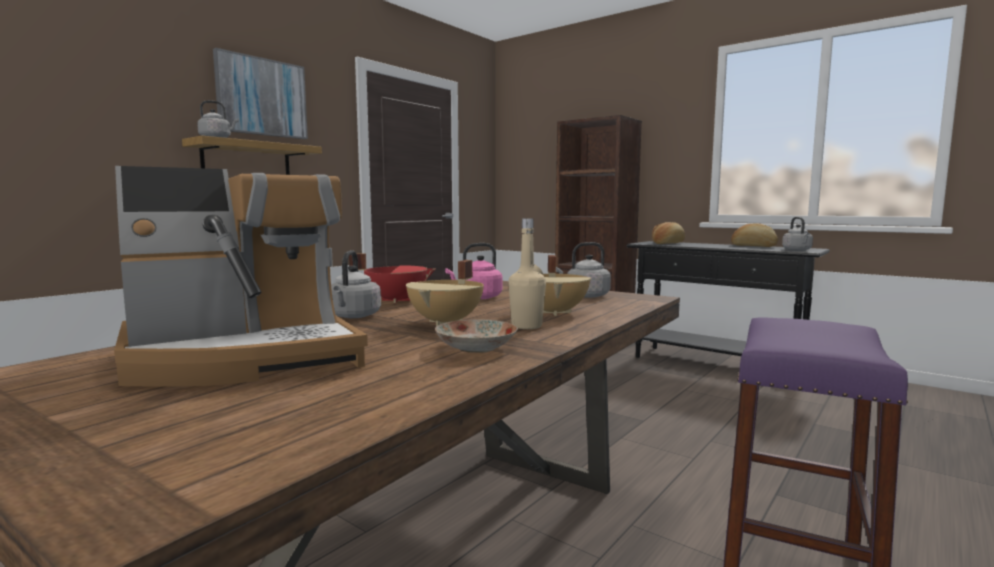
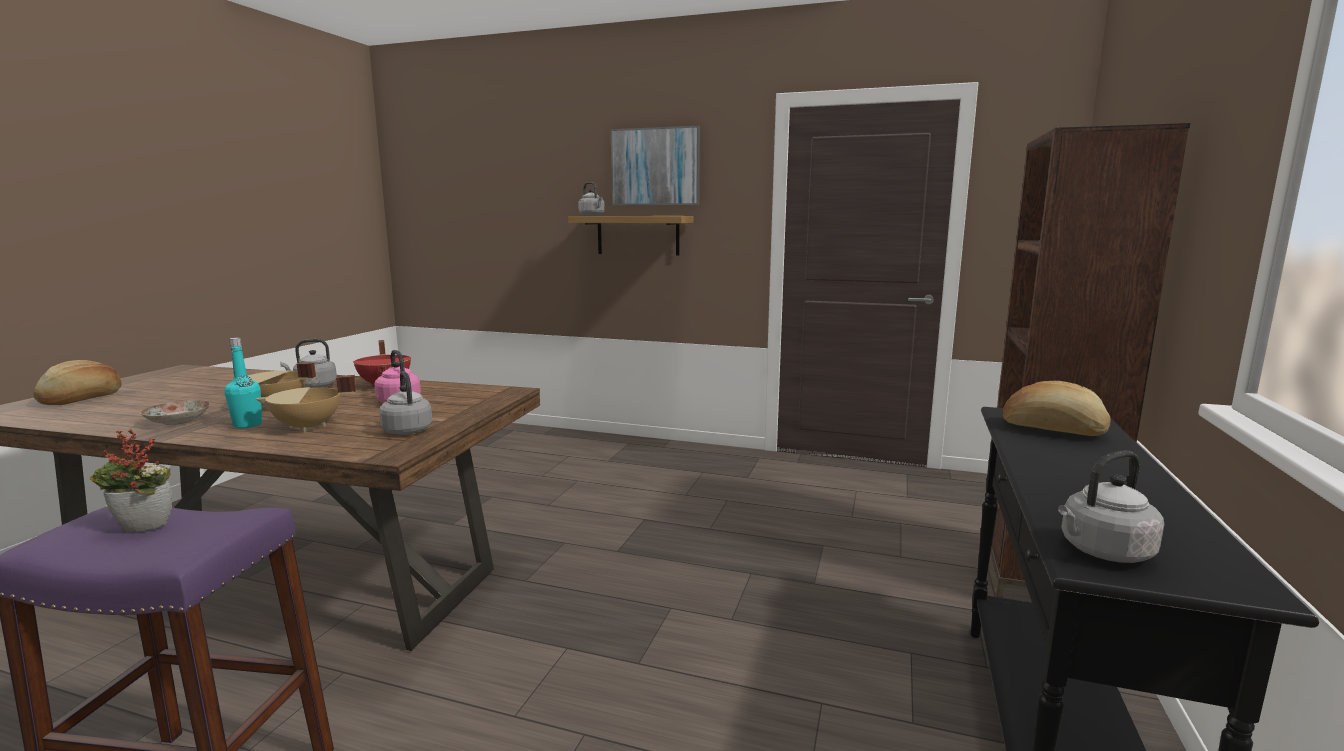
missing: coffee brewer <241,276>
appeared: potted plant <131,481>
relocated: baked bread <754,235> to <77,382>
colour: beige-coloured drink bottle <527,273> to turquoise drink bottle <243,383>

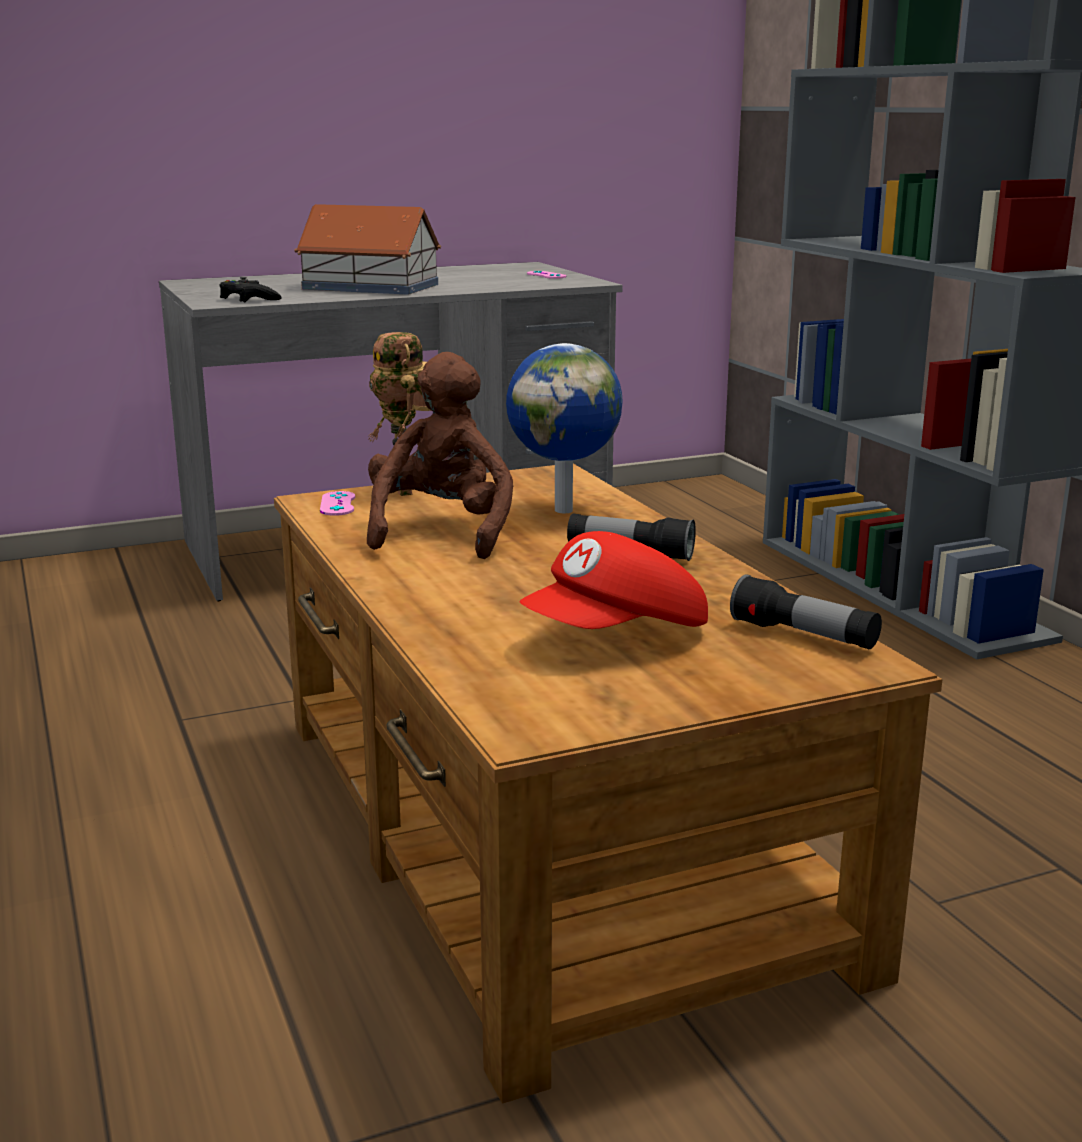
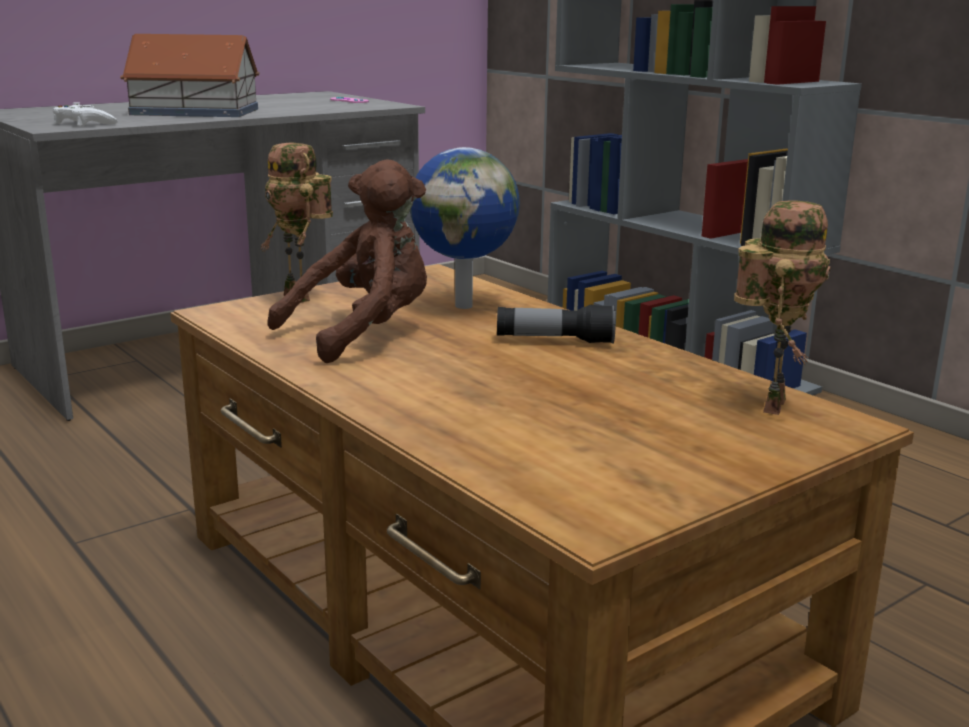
missing: pink joypad <337,503>; red baseball cap <614,580>
exchanged: hand torch <806,611> to model robot <782,308>
colour: black joypad <250,289> to white joypad <85,114>
spun: brown plush toy <440,455> = <347,261> 60 degrees clockwise

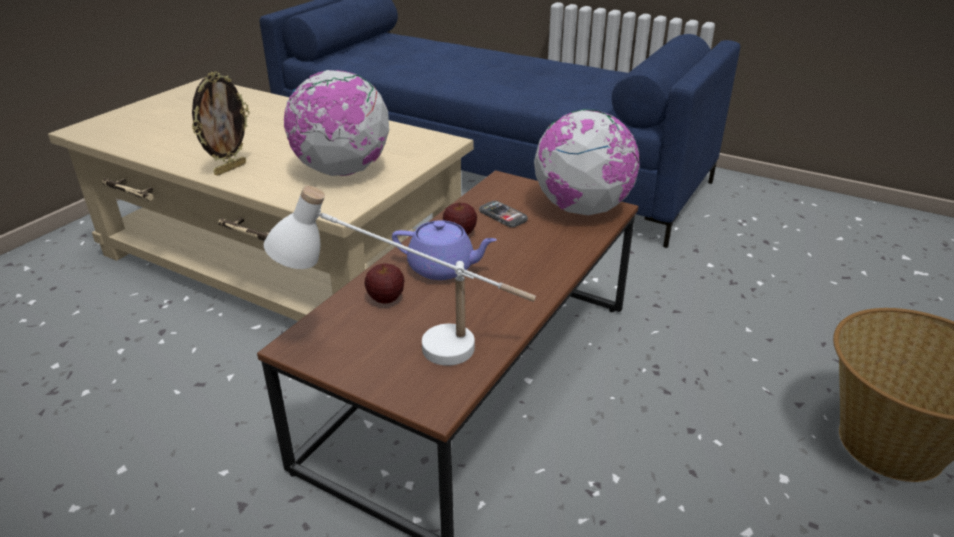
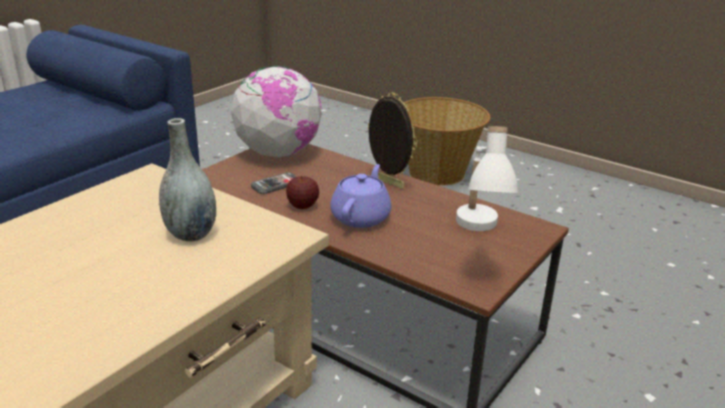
missing: apple fruit <385,284>
relocated: photo frame <221,123> to <393,140>
exchanged: desk globe <336,123> to gray decorative vase <187,180>

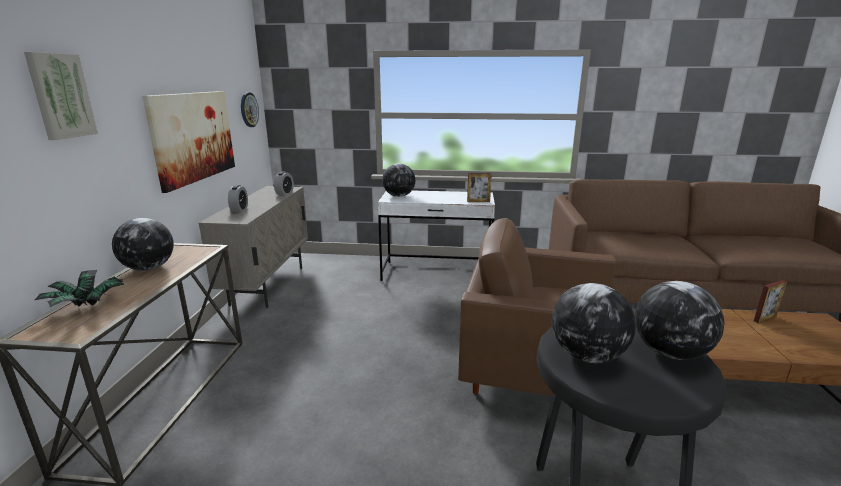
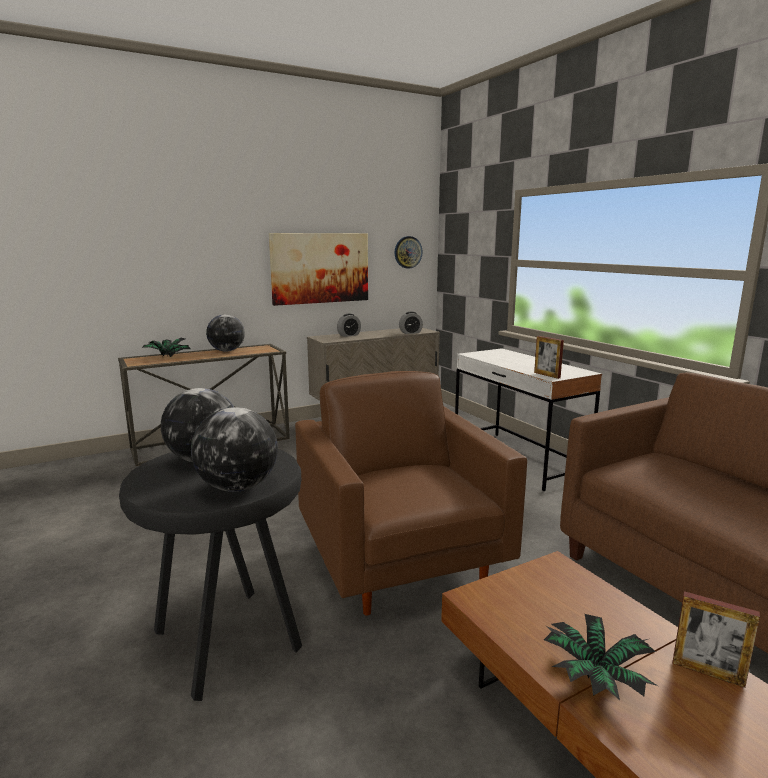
missing: wall art <61,96>; desk globe <398,180>
appeared: potted plant <601,657>

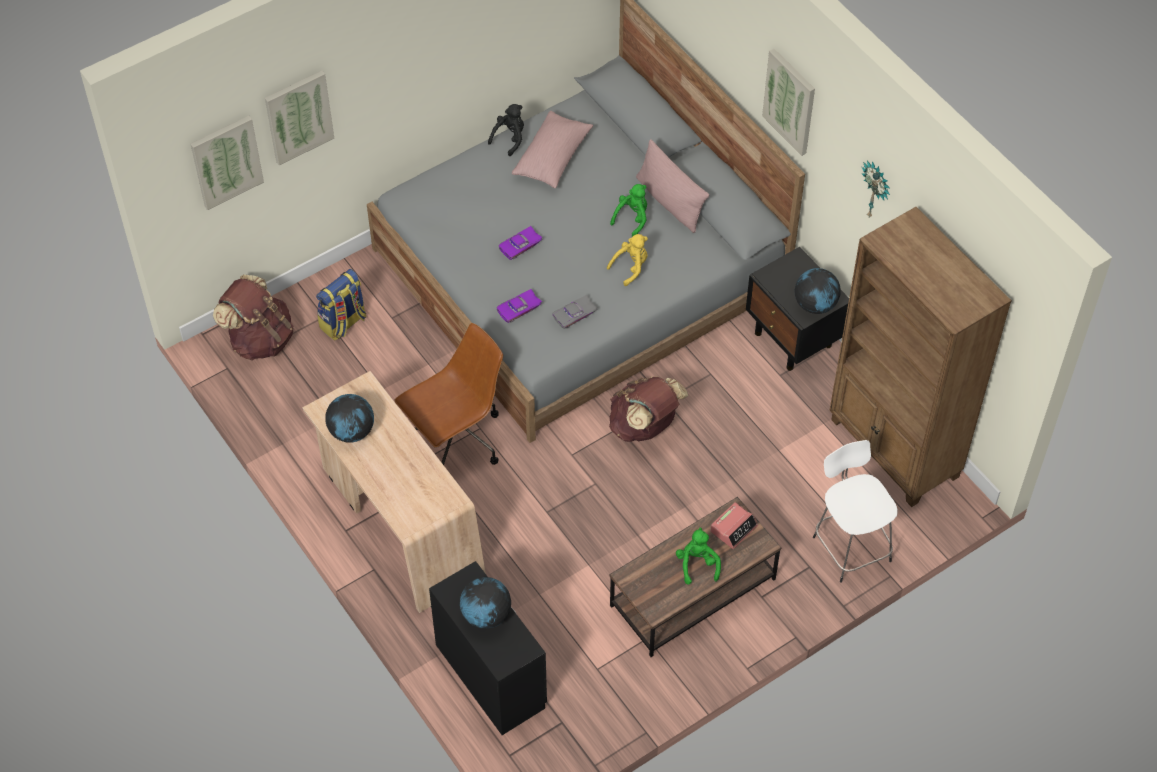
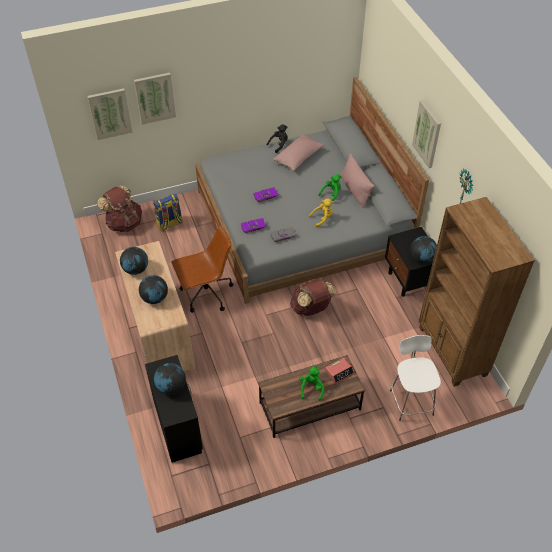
appeared: desk globe <153,289>

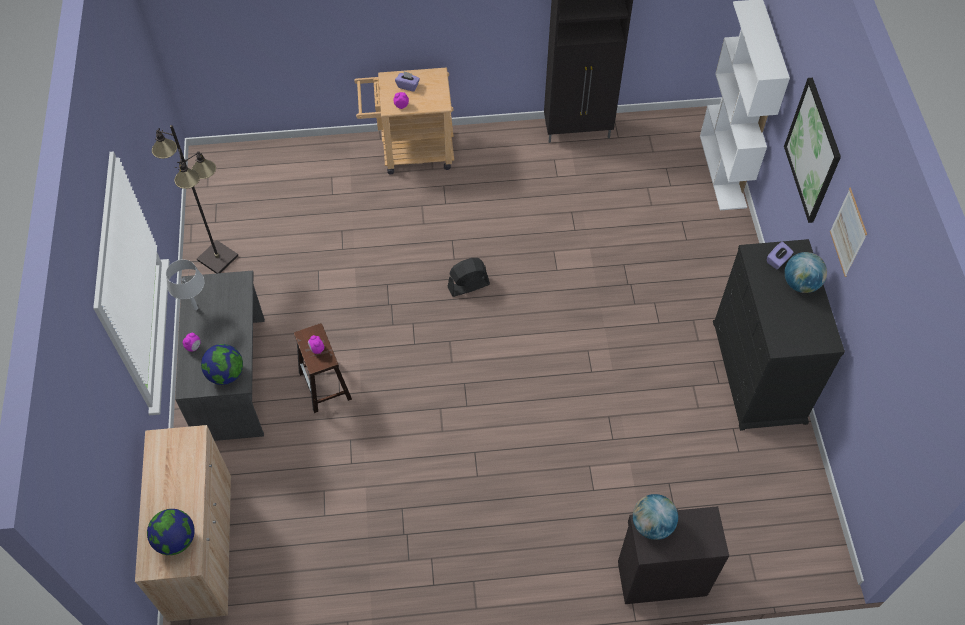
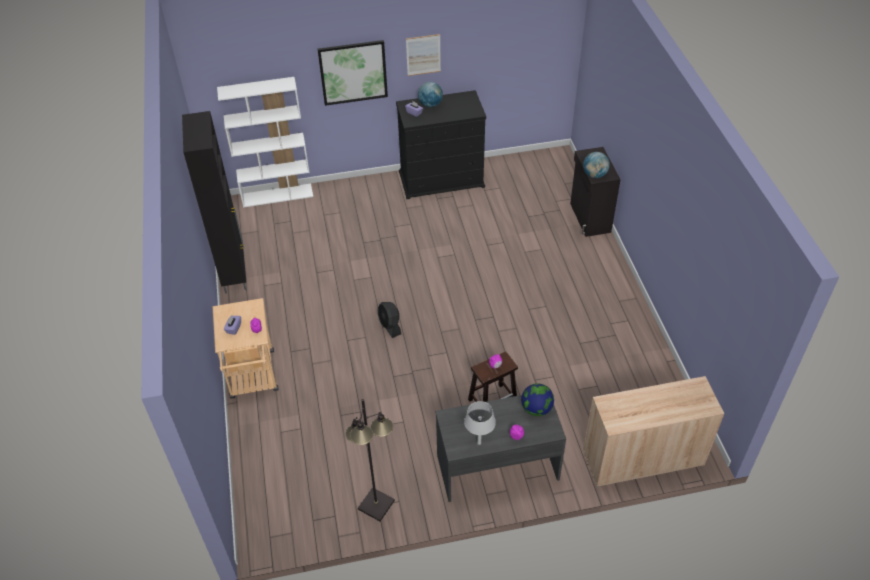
missing: desk globe <171,532>

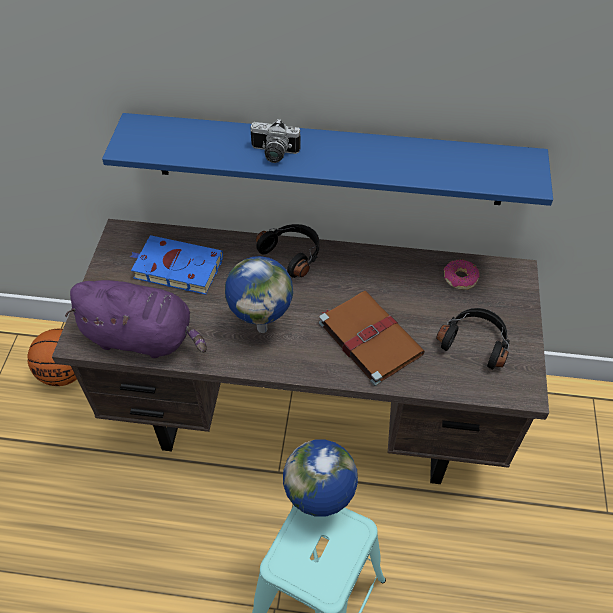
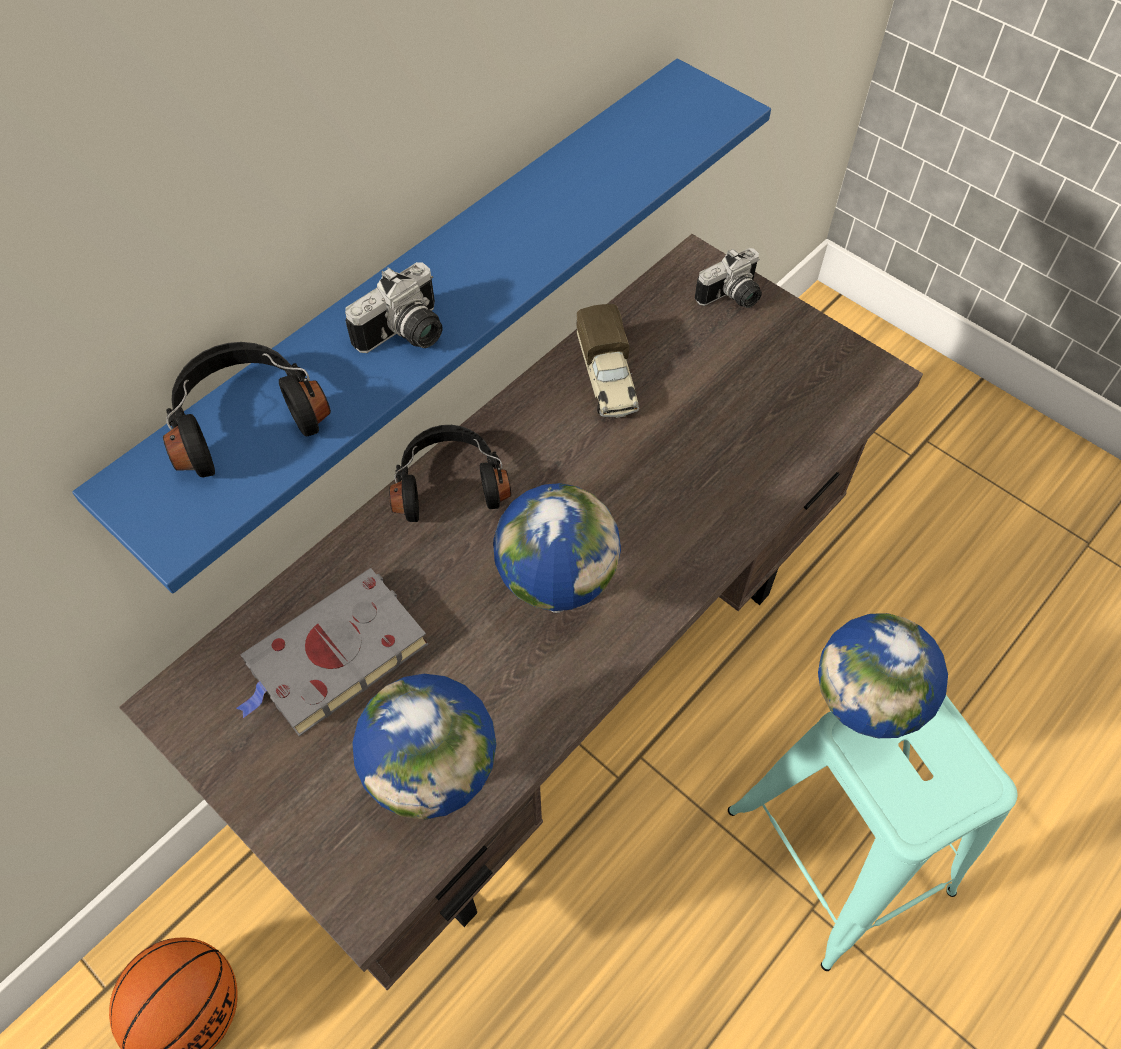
missing: brown volume <372,338>; doughnut <461,274>
appeared: toy truck <608,361>; photo camera <728,278>
relocated: black headset <473,338> to <247,409>
exchanged: purple plush toy <136,319> to desk globe <424,747>
colour: blue volume <176,265> to gray volume <332,652>

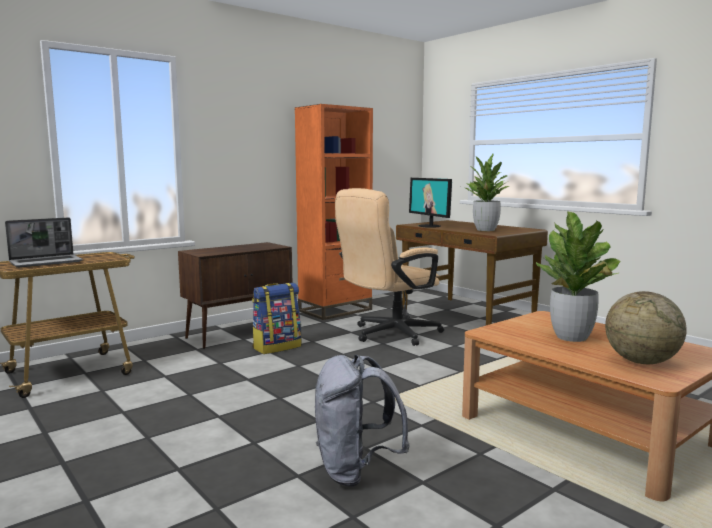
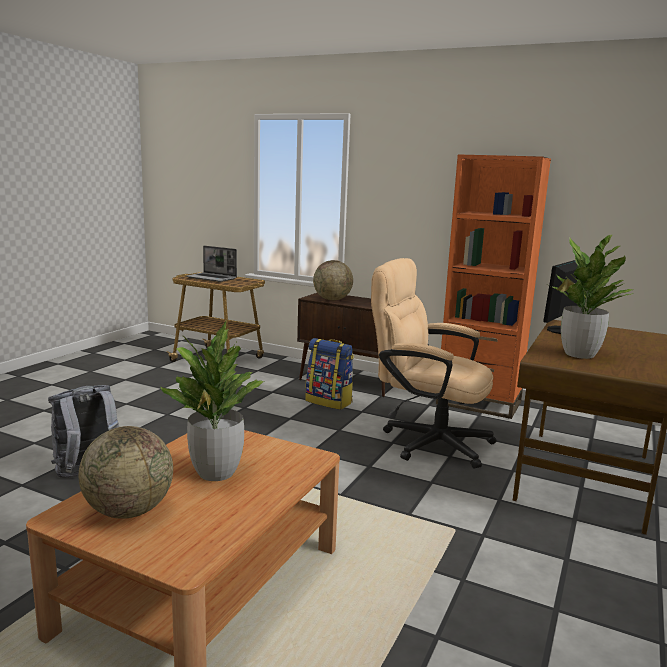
appeared: desk globe <333,280>

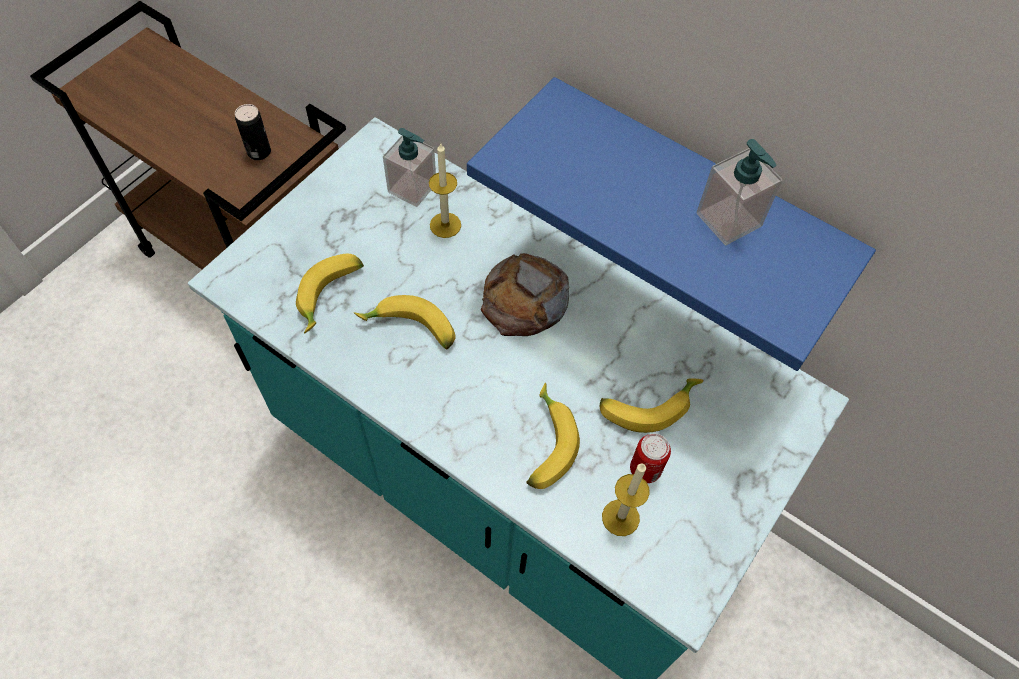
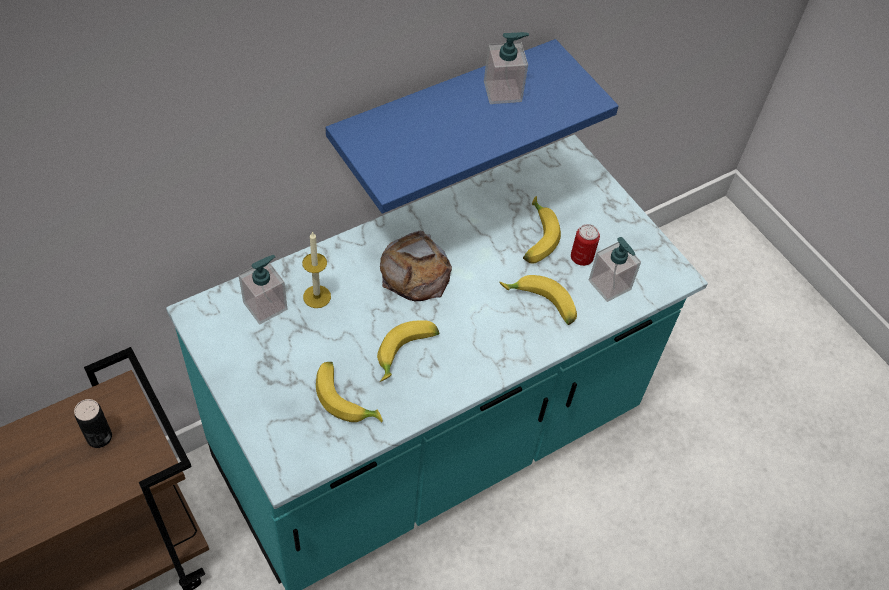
exchanged: wax candle <626,499> to soap bottle <615,269>

